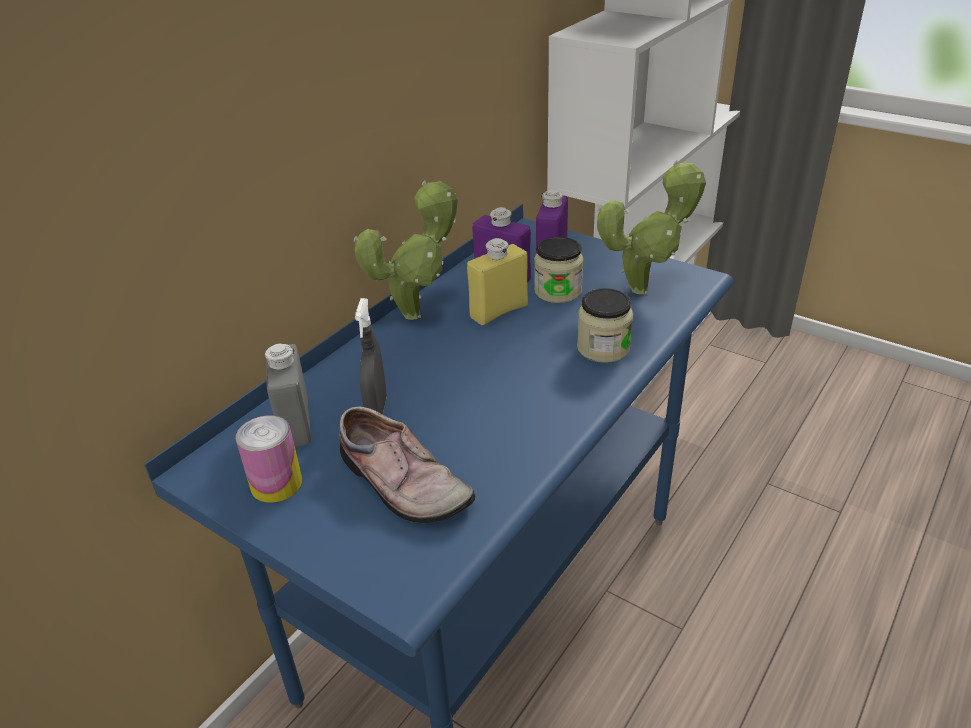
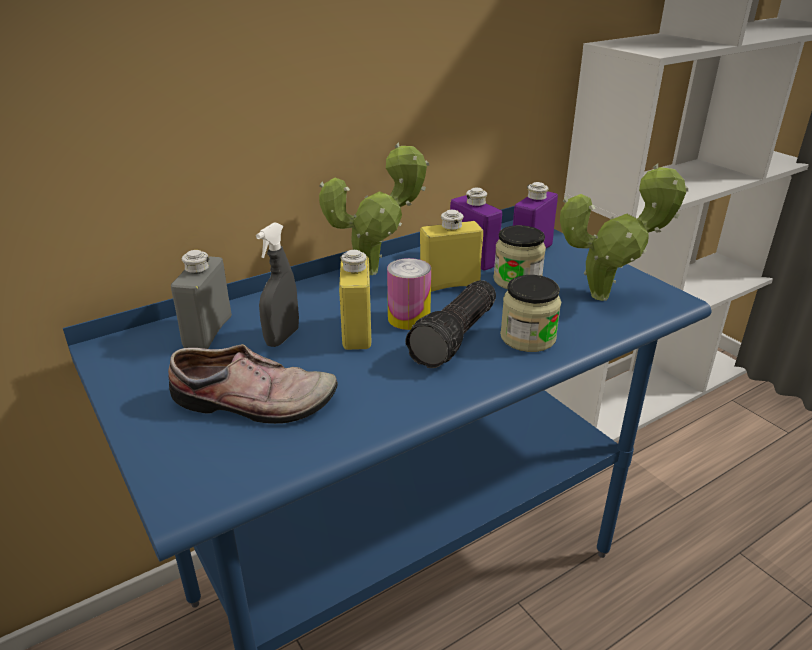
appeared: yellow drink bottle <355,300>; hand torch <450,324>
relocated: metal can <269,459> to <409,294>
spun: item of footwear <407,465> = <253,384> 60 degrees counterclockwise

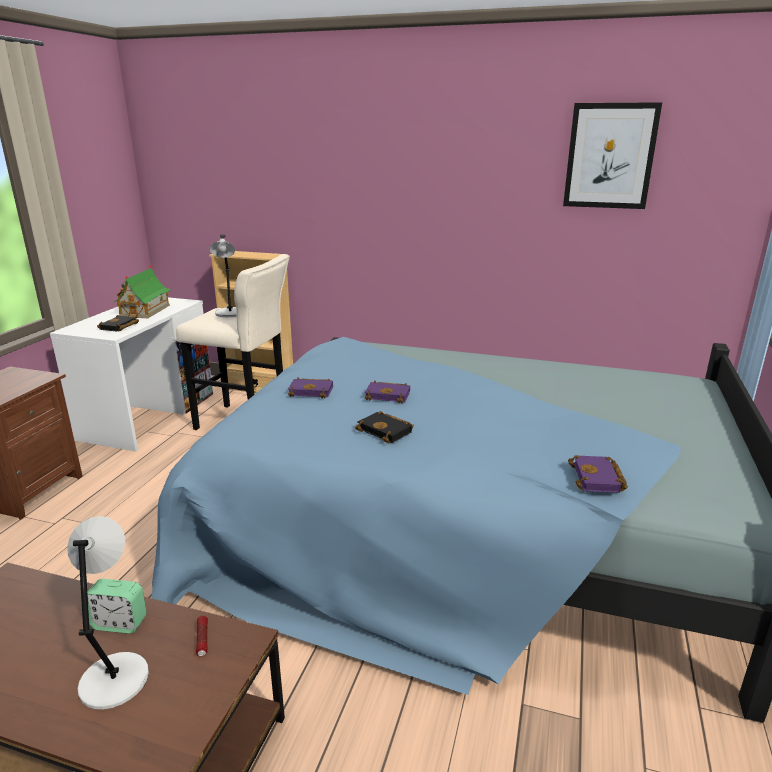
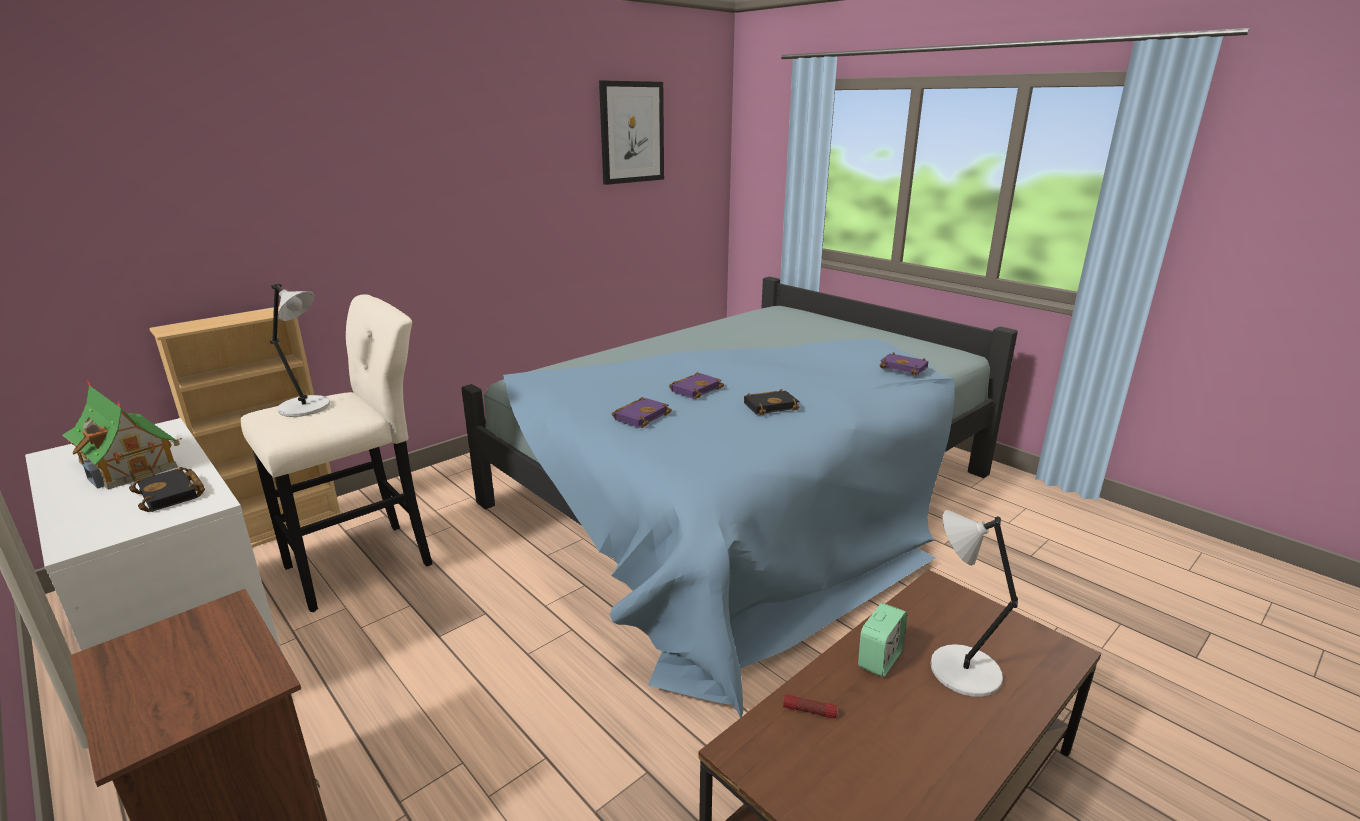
relocated: hand torch <202,636> to <810,706>

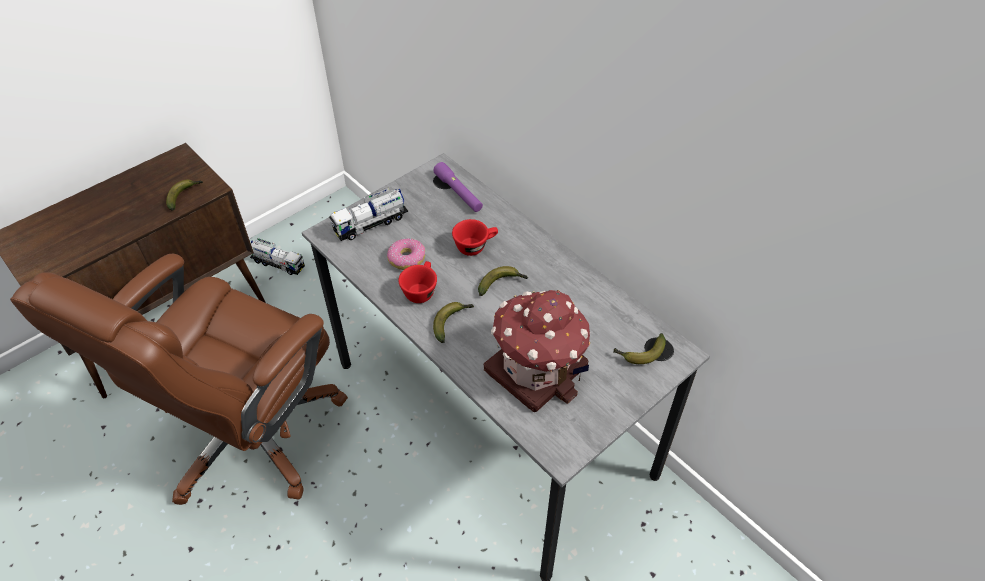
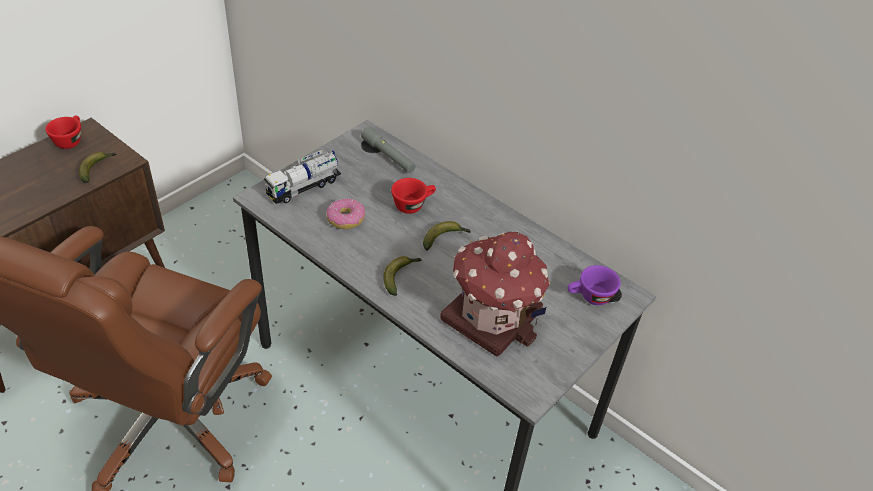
missing: toy truck <277,256>
relocated: red small cup <417,282> to <63,132>
exchanged: banana fruit <639,348> to purple small cup <594,285>
colour: purple hand torch <458,187> to gray hand torch <388,150>

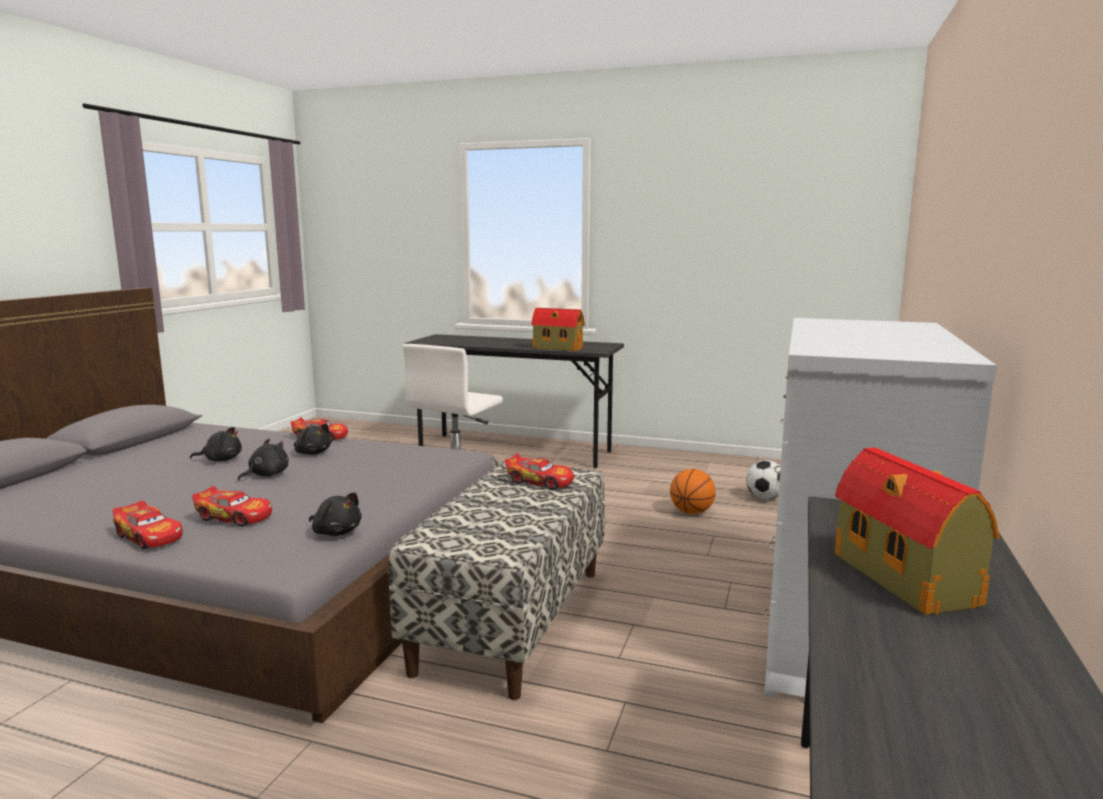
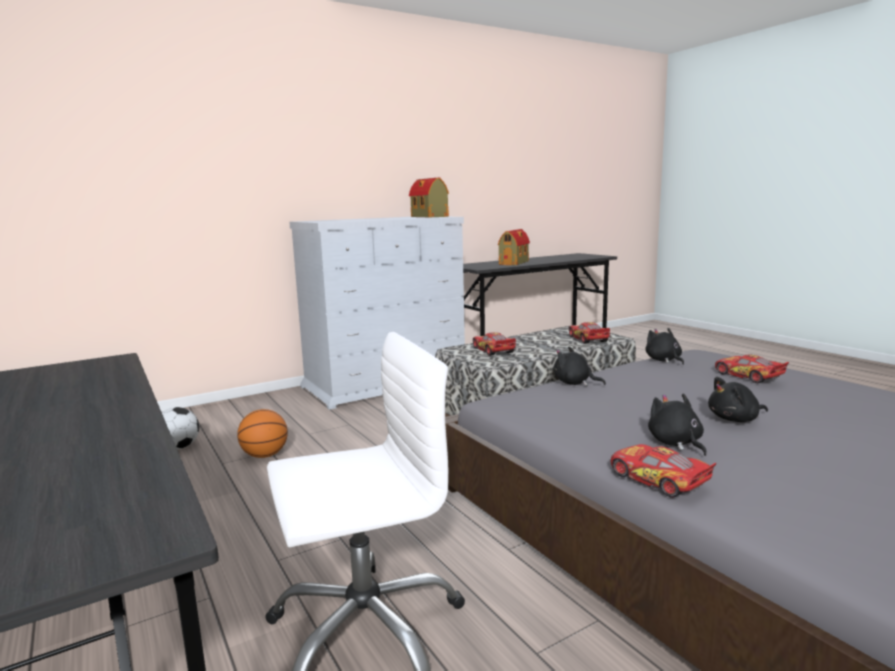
relocated: miniature car <148,525> to <589,333>; black plush toy <216,444> to <579,366>; model house <558,329> to <429,197>

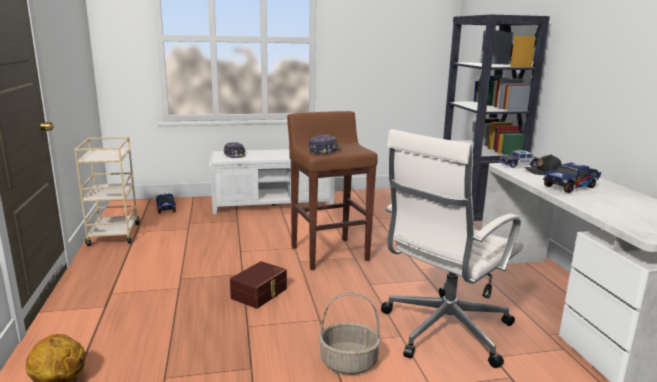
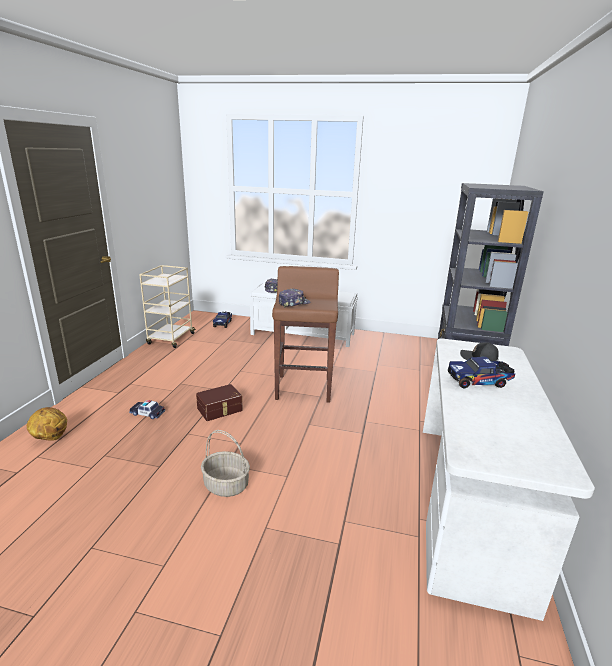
missing: white office chair <452,248>
relocated: miniature car <518,159> to <147,409>

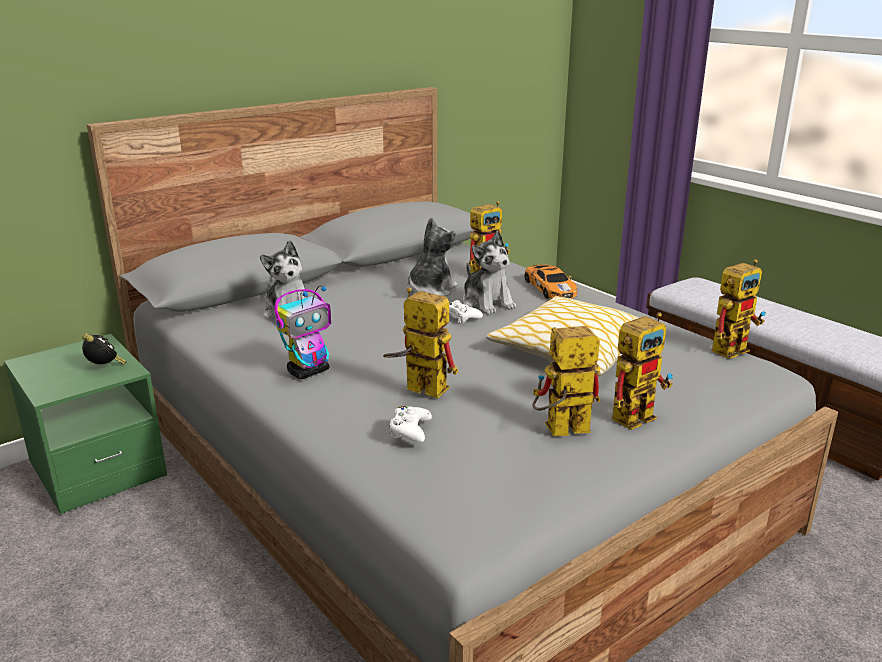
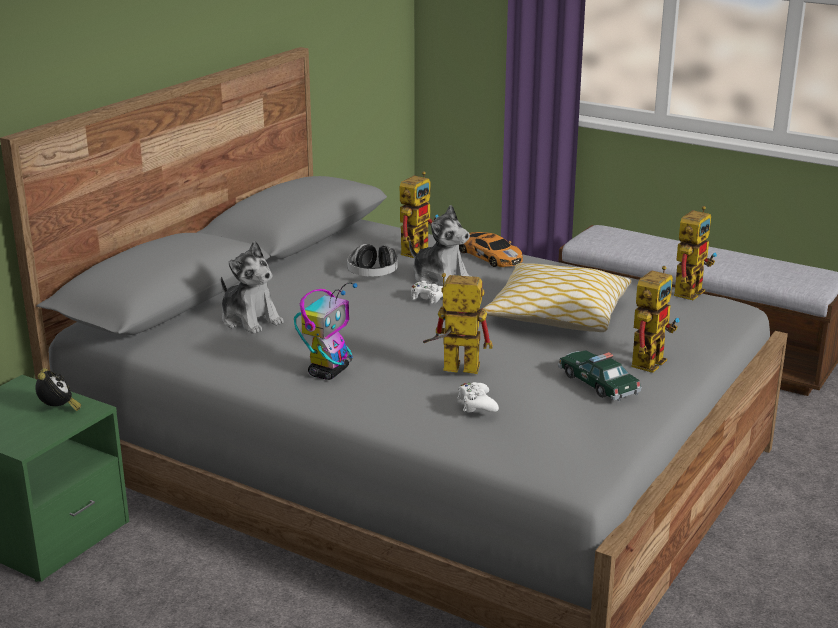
exchanged: plush toy <432,256> to headset <372,260>; model robot <566,381> to miniature car <600,375>
spun: bedside clock <104,349> = <58,389> 45 degrees clockwise

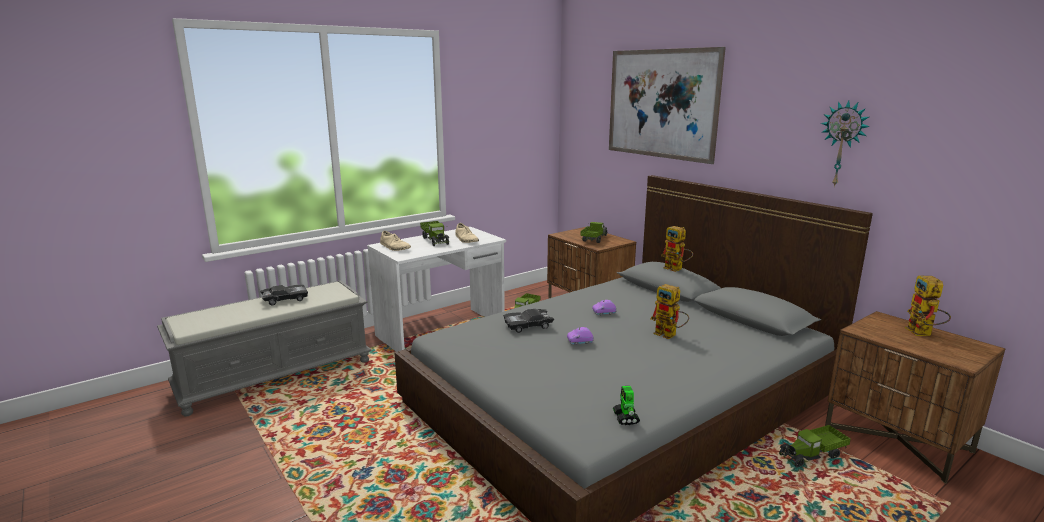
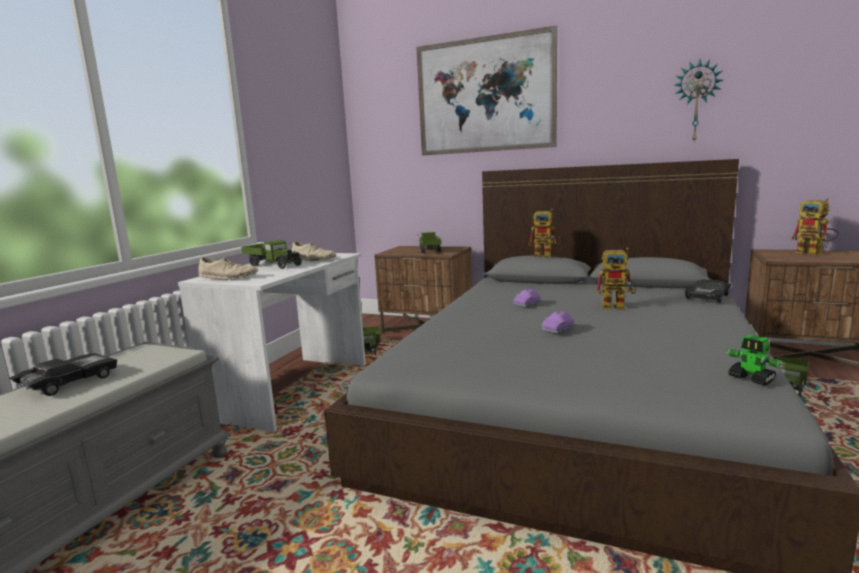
relocated: black miniature car <528,321> to <708,291>

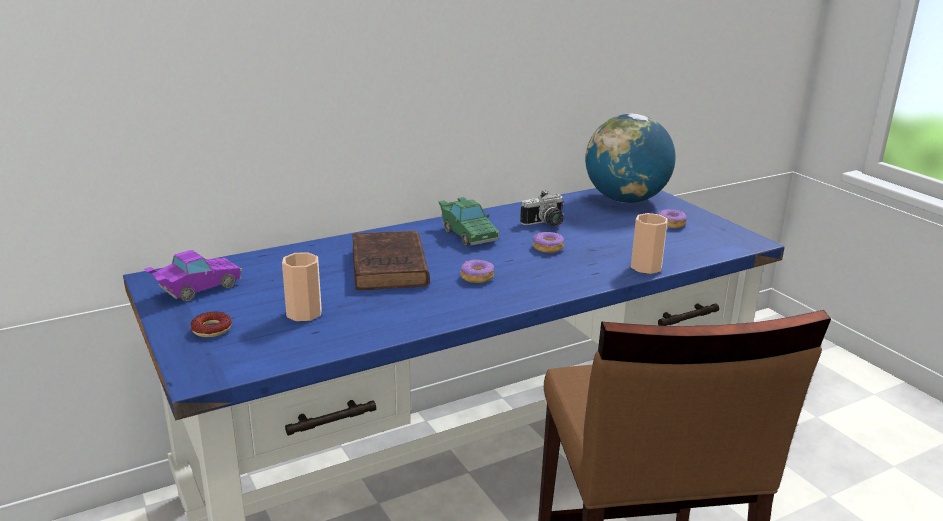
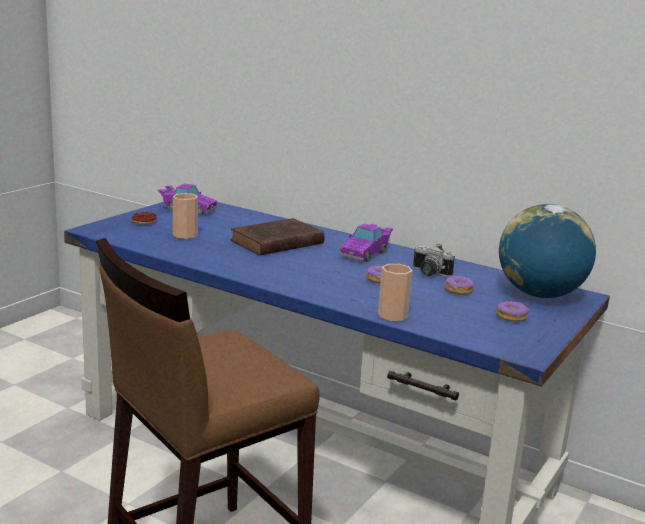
relocated: doughnut <477,271> to <459,285>
colour: green-coloured miniature car <468,221> to purple miniature car <366,243>

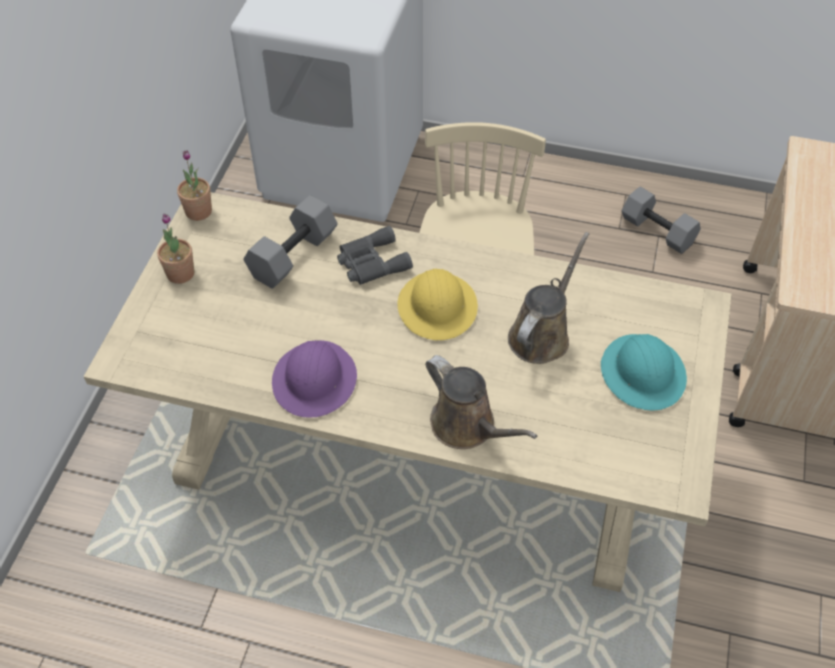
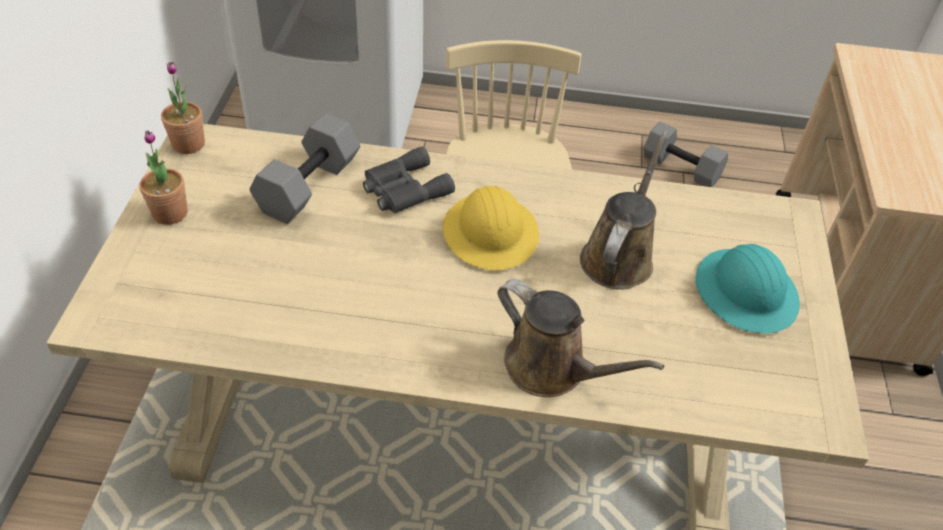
missing: purple work helmet <314,378>

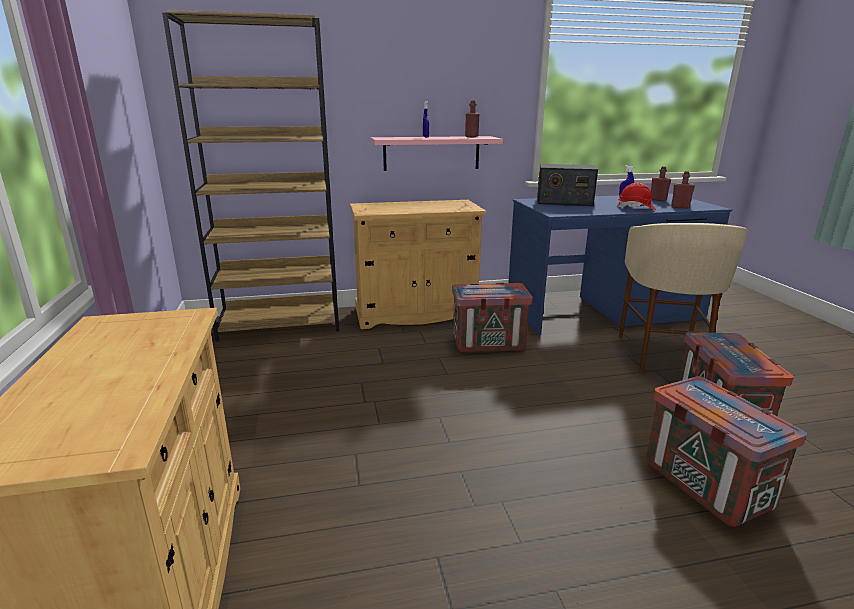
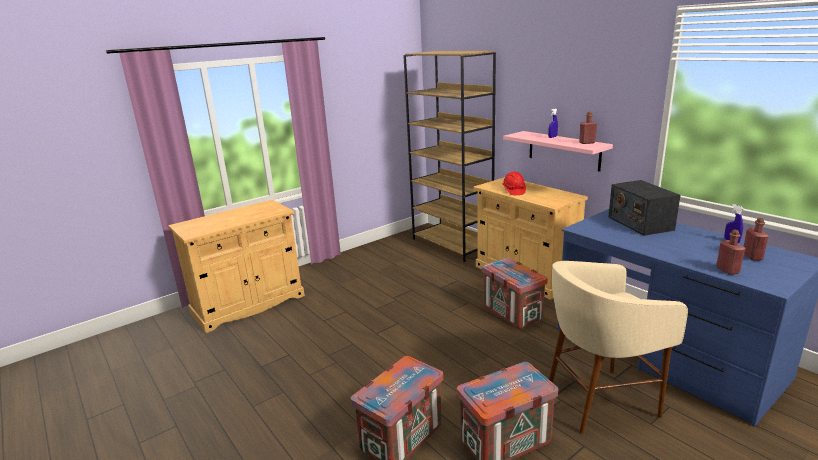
relocated: red work helmet <636,196> to <514,183>

